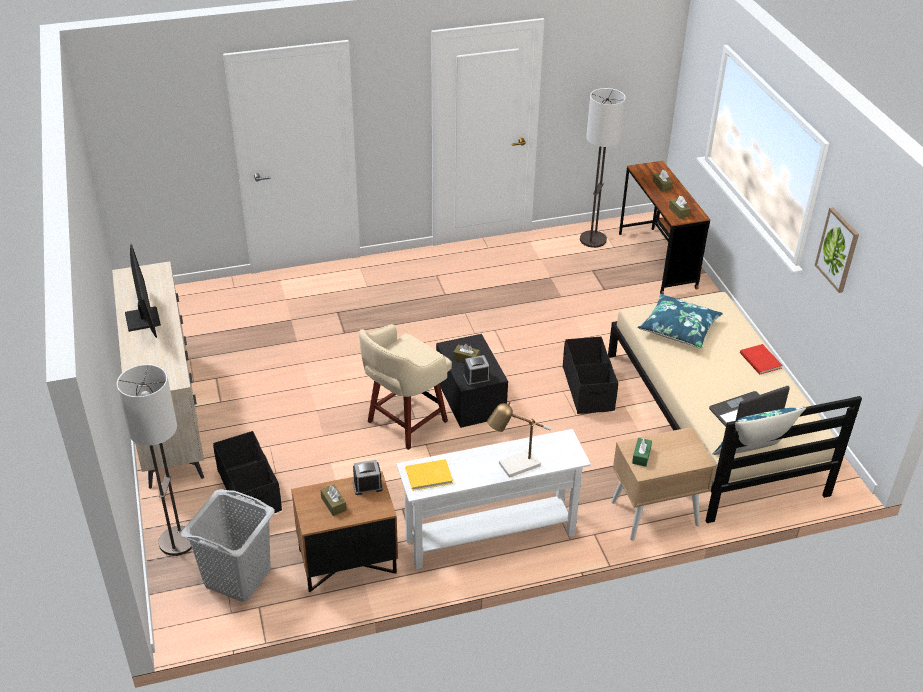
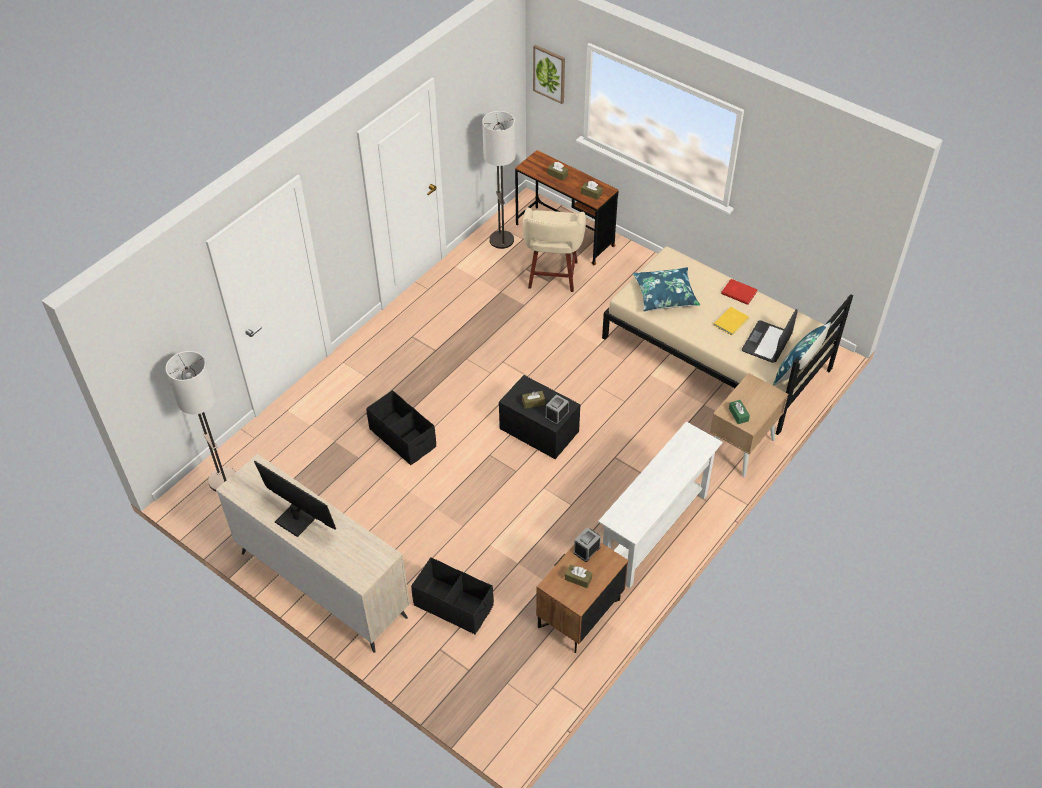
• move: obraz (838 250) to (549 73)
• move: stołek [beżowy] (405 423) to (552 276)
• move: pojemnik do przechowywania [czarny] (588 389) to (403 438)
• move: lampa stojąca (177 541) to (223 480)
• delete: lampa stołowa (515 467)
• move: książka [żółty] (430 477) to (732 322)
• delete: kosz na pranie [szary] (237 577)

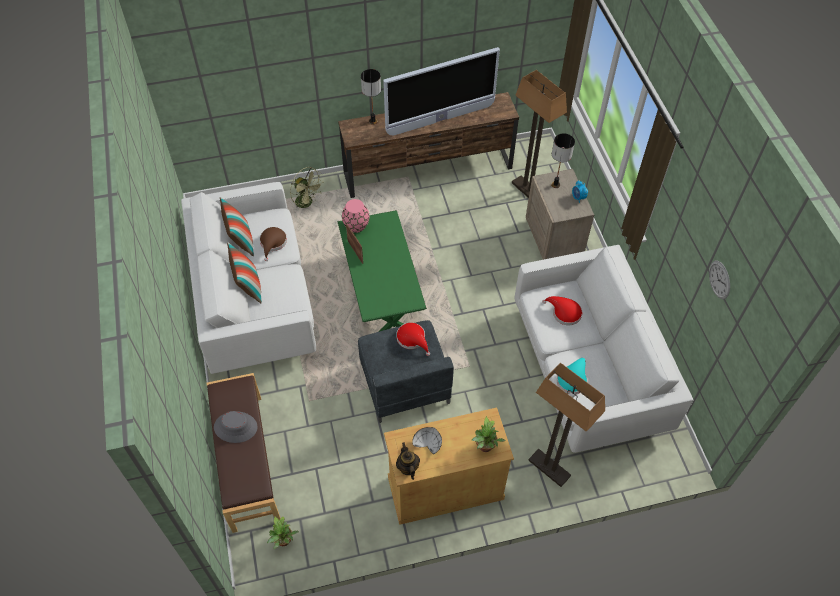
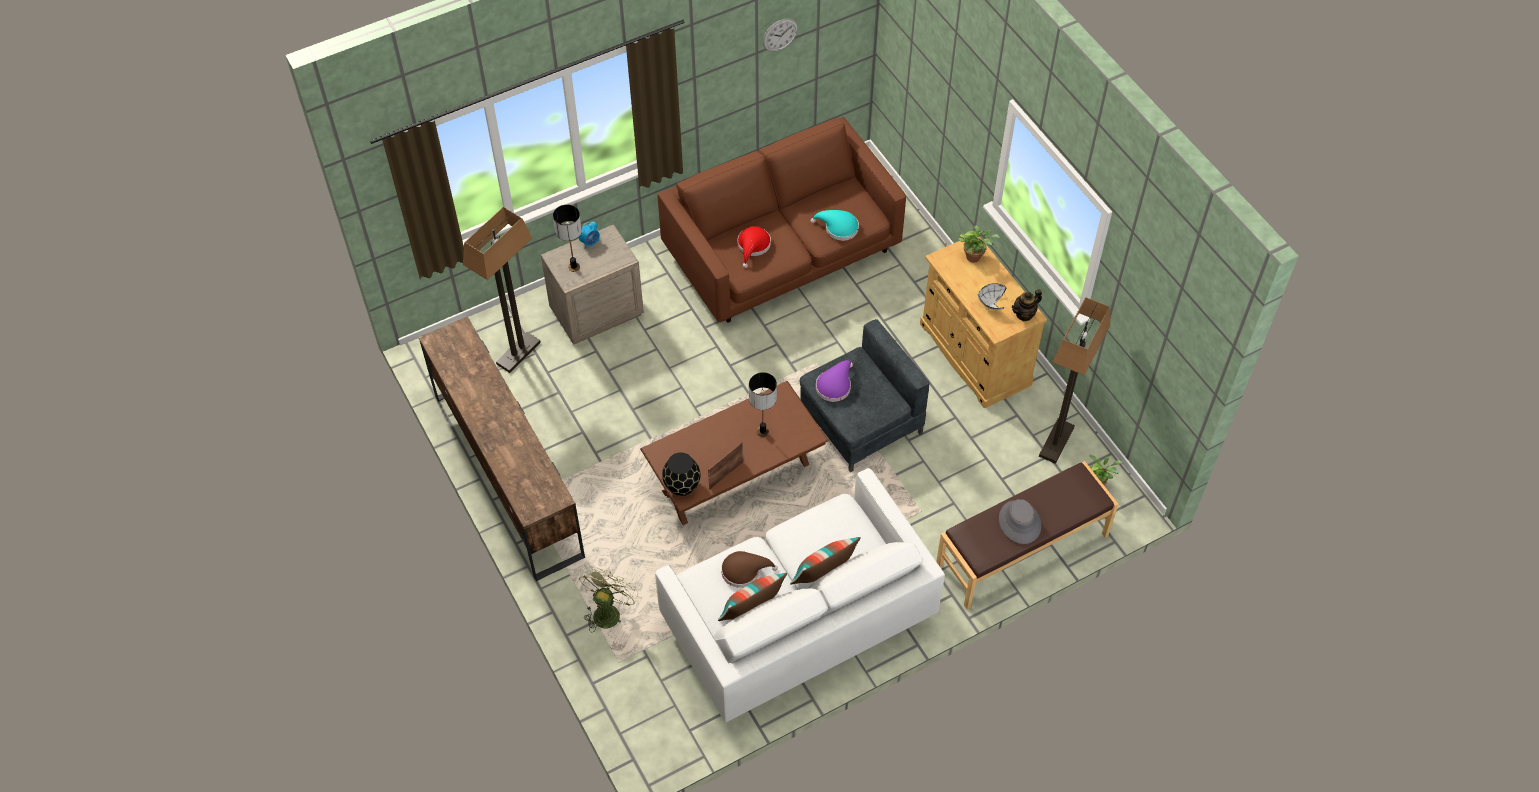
• delete: telewizor (440 120)
• move: lampa stołowa (373 121) to (763 432)
• recolor: wazon [różowy] (356 226) to wazon [czarny] (682 486)
• recolor: ława [zielony] (381 290) to ława [brązowy] (735 478)
• recolor: kanapa [biały] (587 370) to kanapa [brązowy] (782 254)
• recolor: kapelusz [czerwony] (412 339) to kapelusz [fioletowy] (834 385)
• move: lampa stojąca (548 468) to (1056 442)

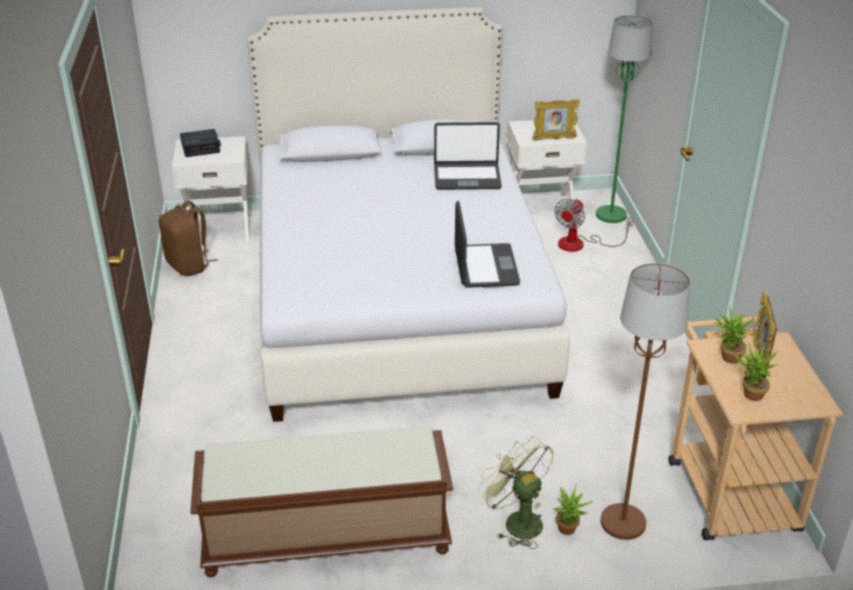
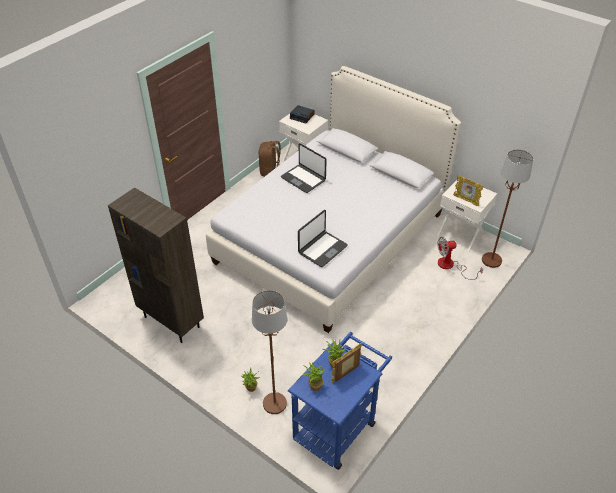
• recolor: lampa stojąca [zielony] (610 215) to lampa stojąca [brązowy] (491 260)
• move: laptop (467 177) to (303 179)
• recolor: wózek [beżowy] (727 486) to wózek [niebieski] (338 425)
• replace: ławka [brązowy] (325 538) to regał [brązowy] (171 322)
• delete: wentylator [zielony] (516 521)

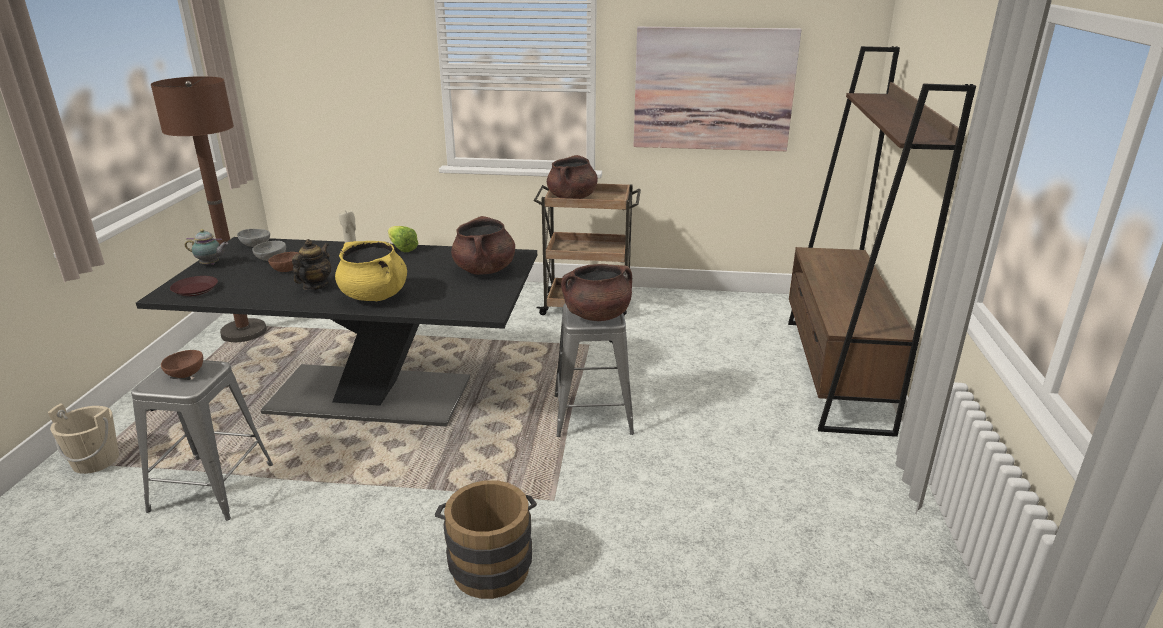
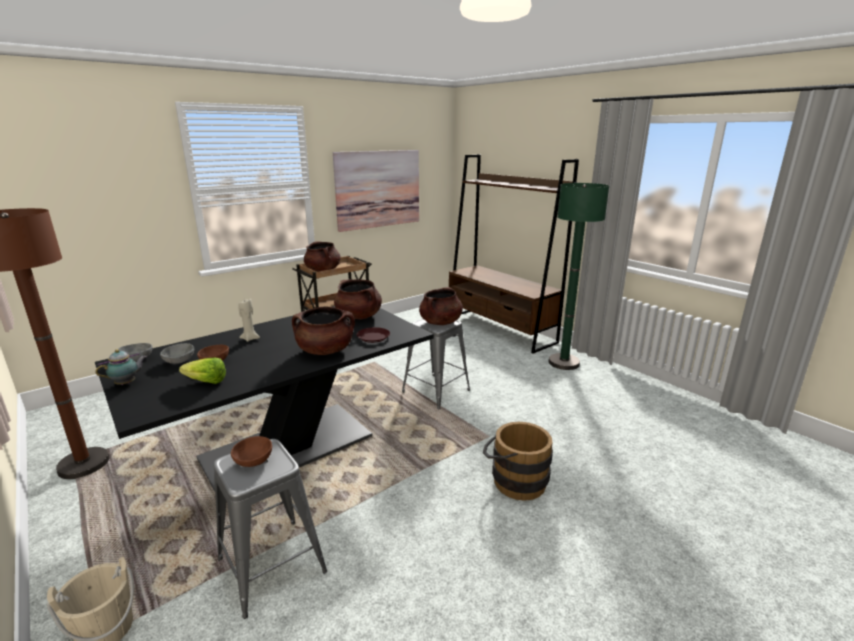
• move: sałata (401 247) to (203 381)
• delete: imbryk (315 286)
• recolor: garnek [żółty] (375 296) to garnek [brązowy] (325 350)
• move: talerz [brązowy] (195 289) to (374 337)
• insert: lampa stojąca [zielony] (563 363)

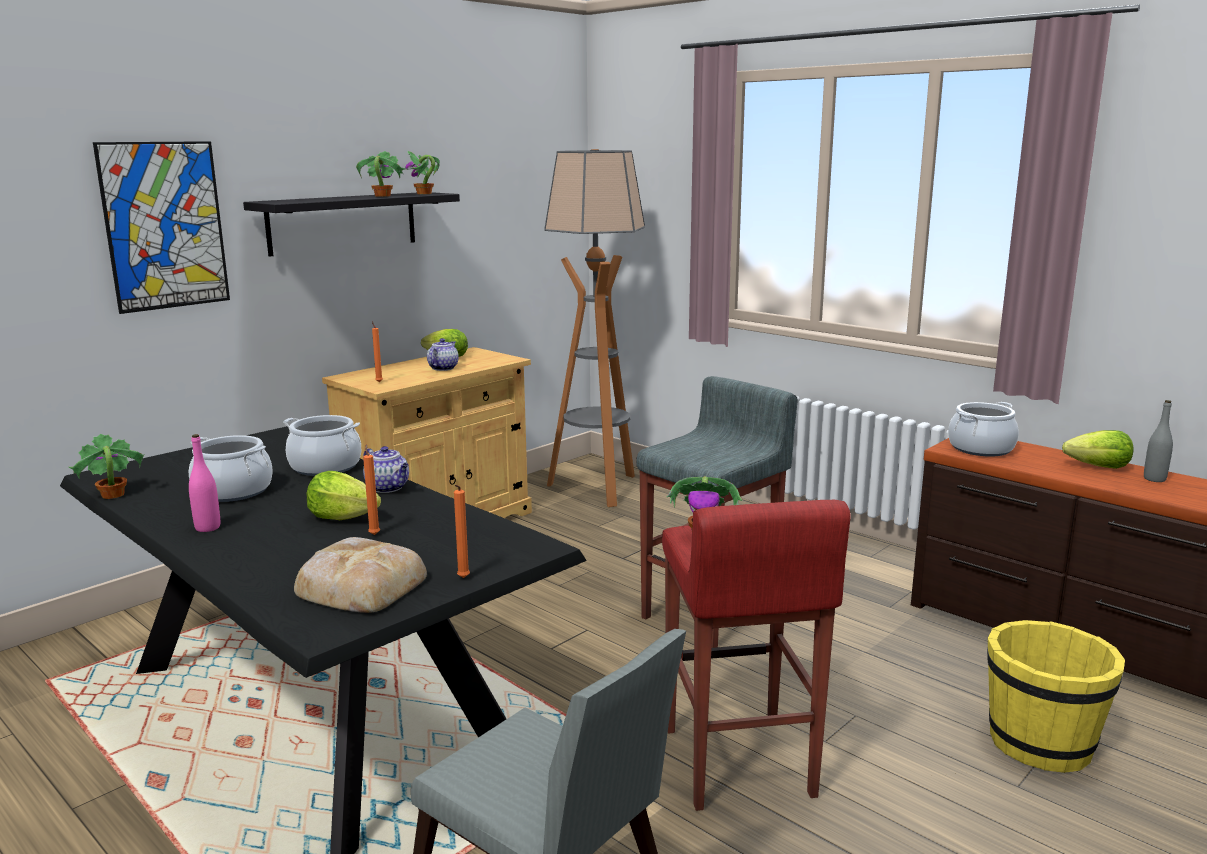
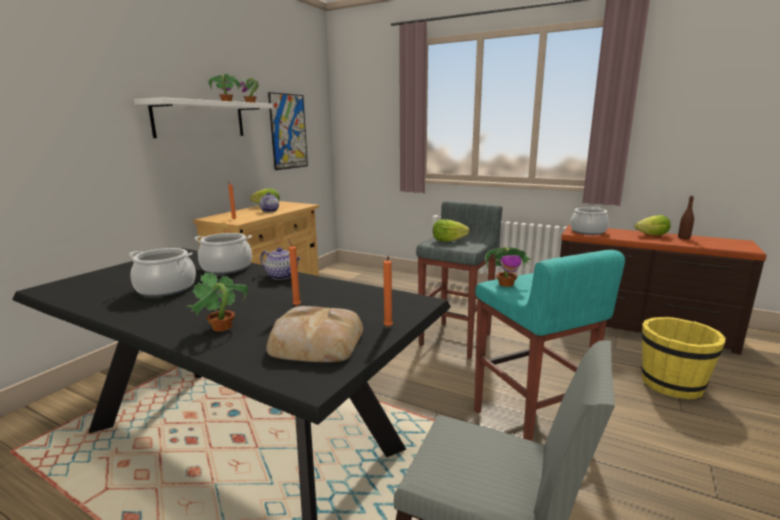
• move: obraz (165 226) to (288 131)
• delete: lampa stojąca (597 488)
• recolor: półka [czarny] (343 222) to półka [biały] (200 119)
• recolor: butelka [szary] (1154 479) to butelka [brązowy] (683 238)
• move: roślina doniczkowa (112 495) to (221 327)
• delete: butelka [różowy] (208 528)
• move: sałata (342 517) to (448 241)
• recolor: stołek [czerwony] (736 763) to stołek [turkusowy] (528 425)

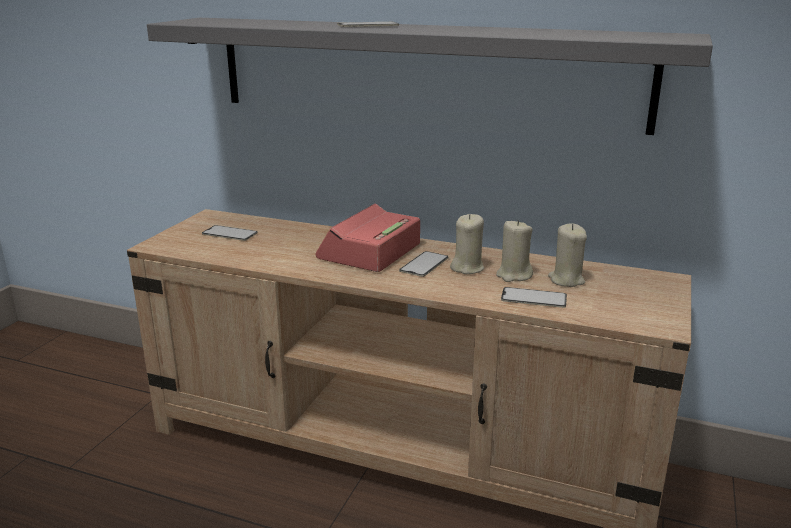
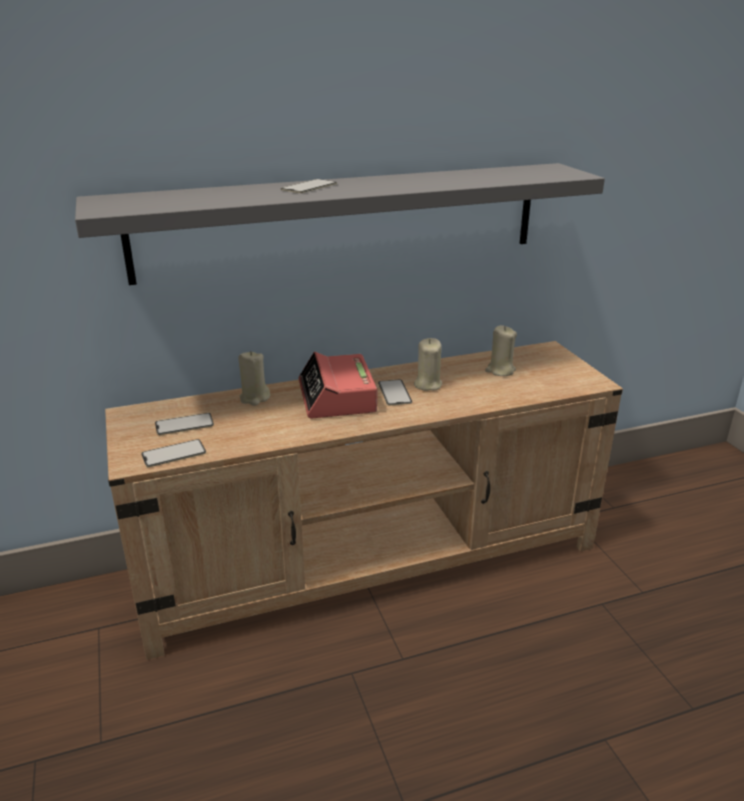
• move: świeca [beżowy] (513 275) to (254 398)
• move: telefon (533 298) to (173 453)

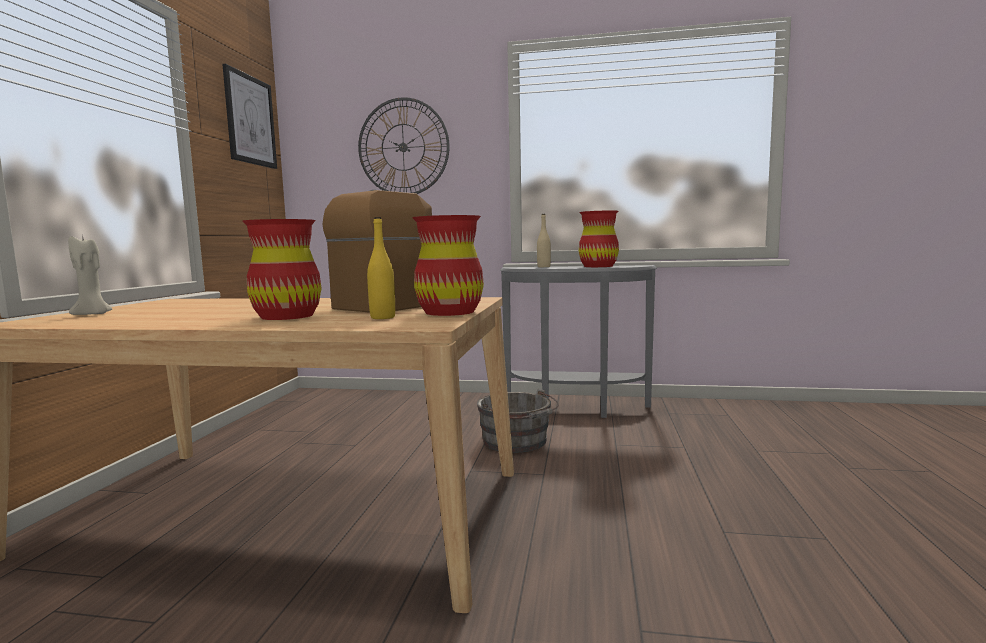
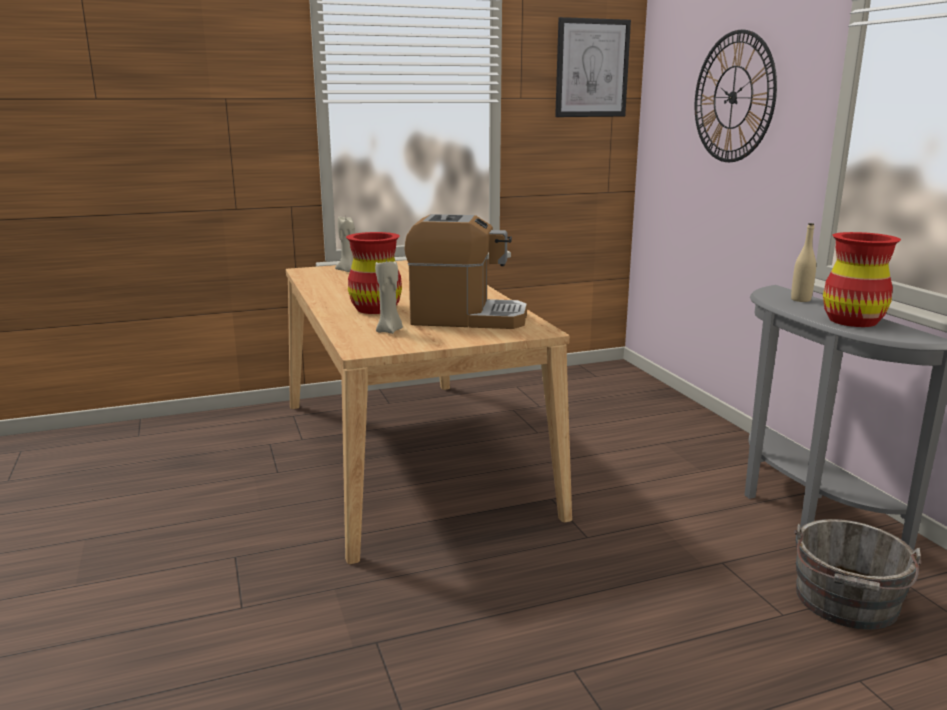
• delete: wazon [czerwony] (450 312)
• replace: butelka [żółty] (382 317) to świeca [beżowy] (390 331)
• move: wiadro [szary] (517 442) to (846 603)

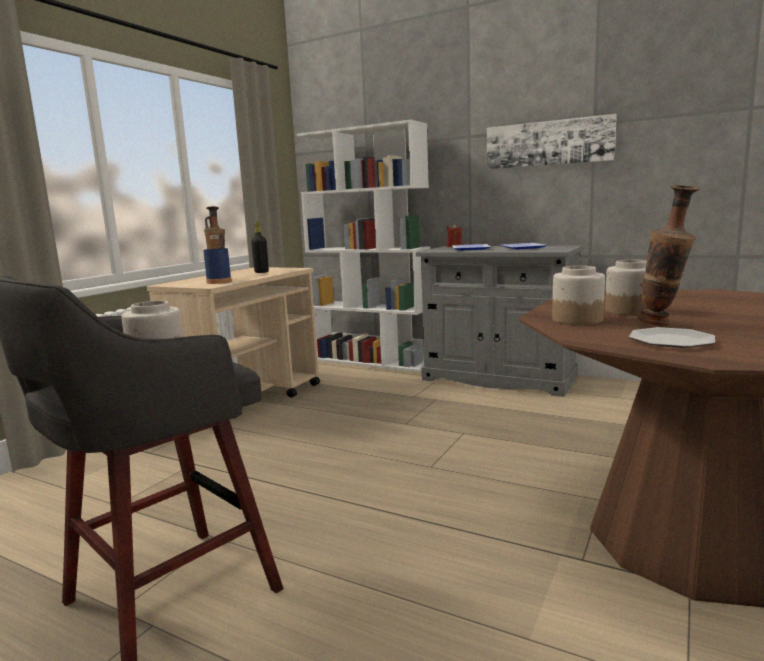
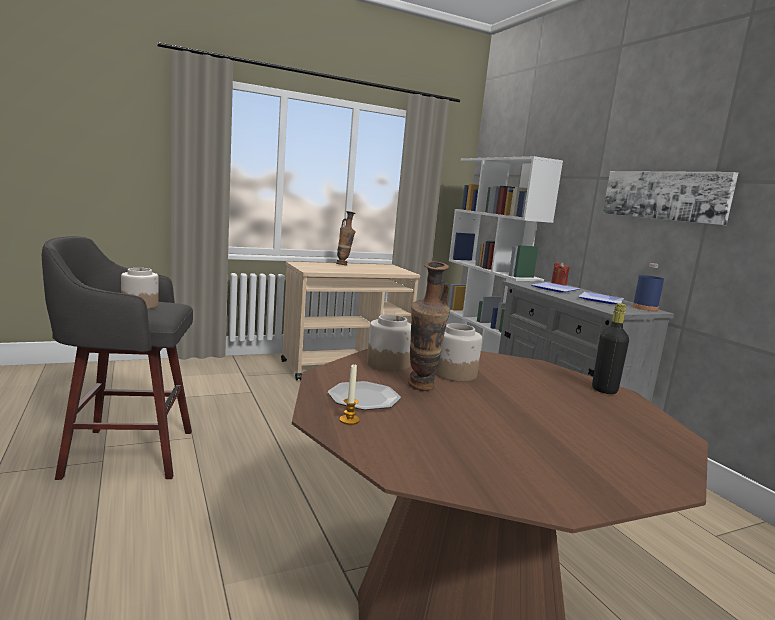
• move: butelka [czarny] (261 272) to (604 390)
• move: butelka [niebieski] (219 282) to (645 308)
• insert: świeca (349 420)

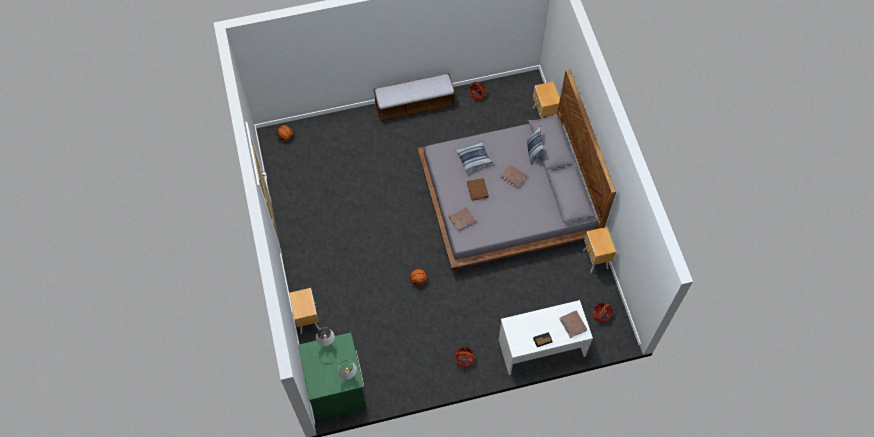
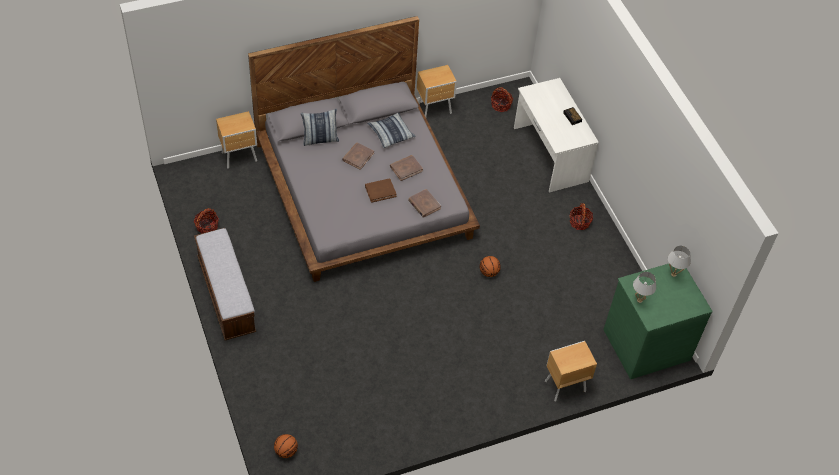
• move: poduszka (474 158) to (391 133)
• move: książka [brązowy] (573 324) to (406 168)

